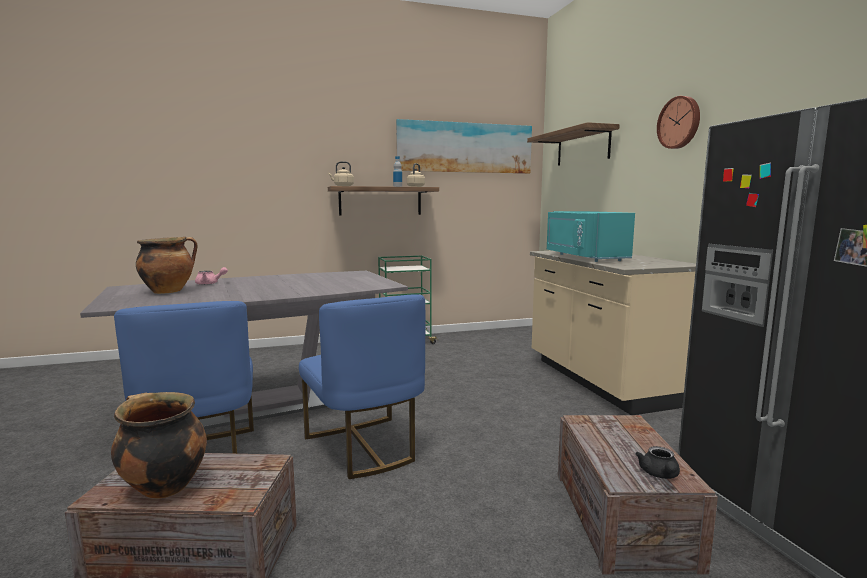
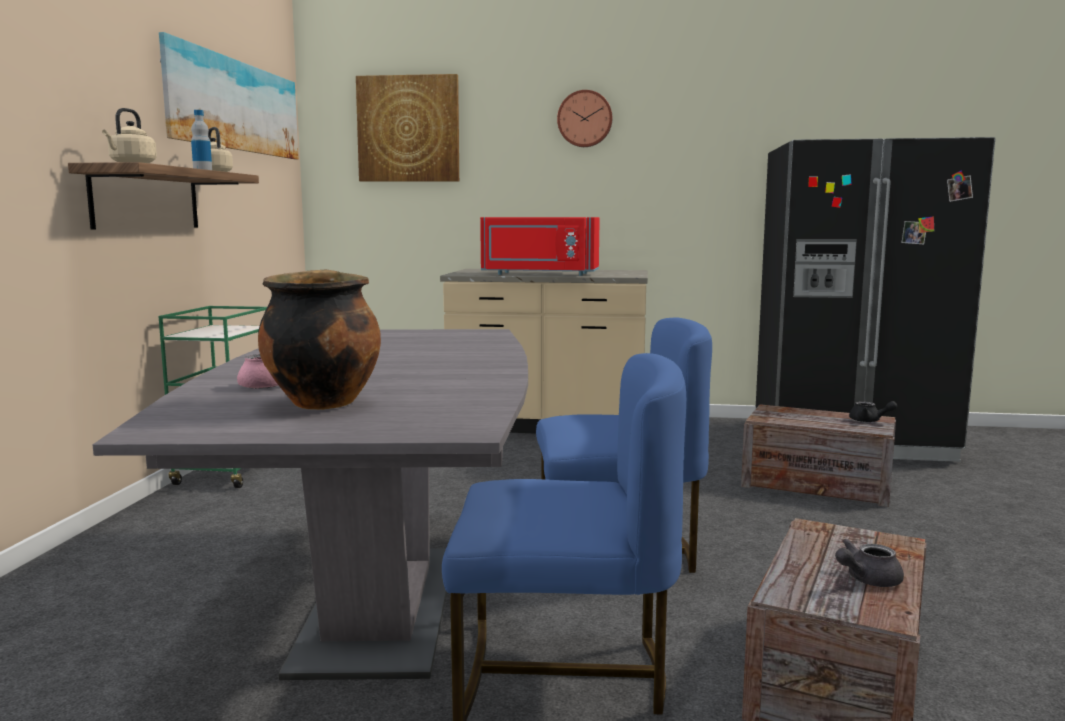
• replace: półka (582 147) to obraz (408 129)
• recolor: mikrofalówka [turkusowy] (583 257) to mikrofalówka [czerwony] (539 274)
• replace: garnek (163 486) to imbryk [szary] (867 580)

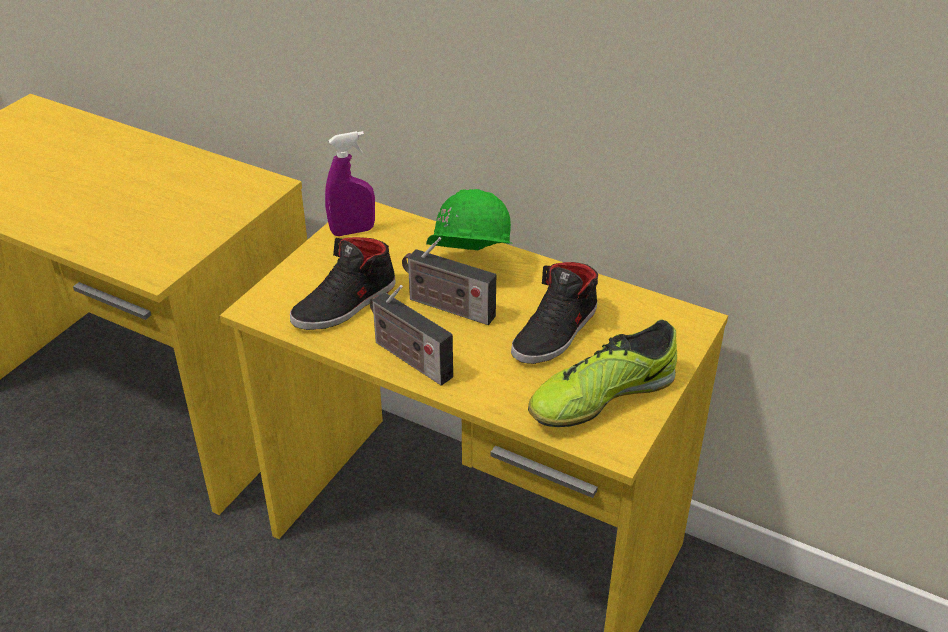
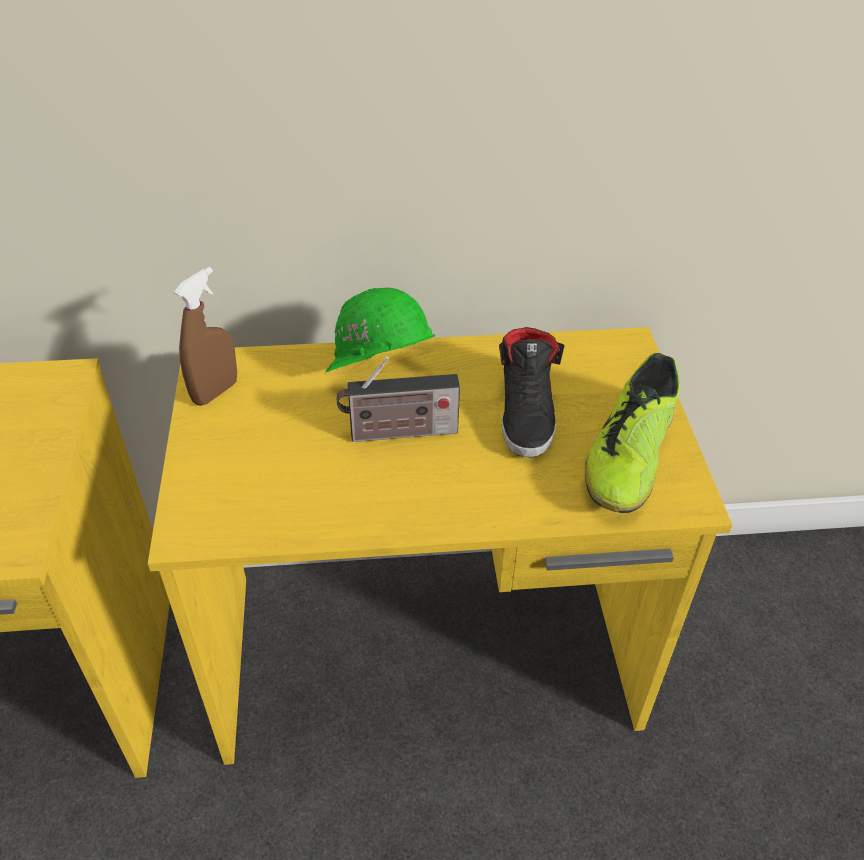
• recolor: spryskiwacz [fioletowy] (352 231) to spryskiwacz [brązowy] (215 392)
• delete: but [czarny] (345 304)
• delete: radio (409 358)

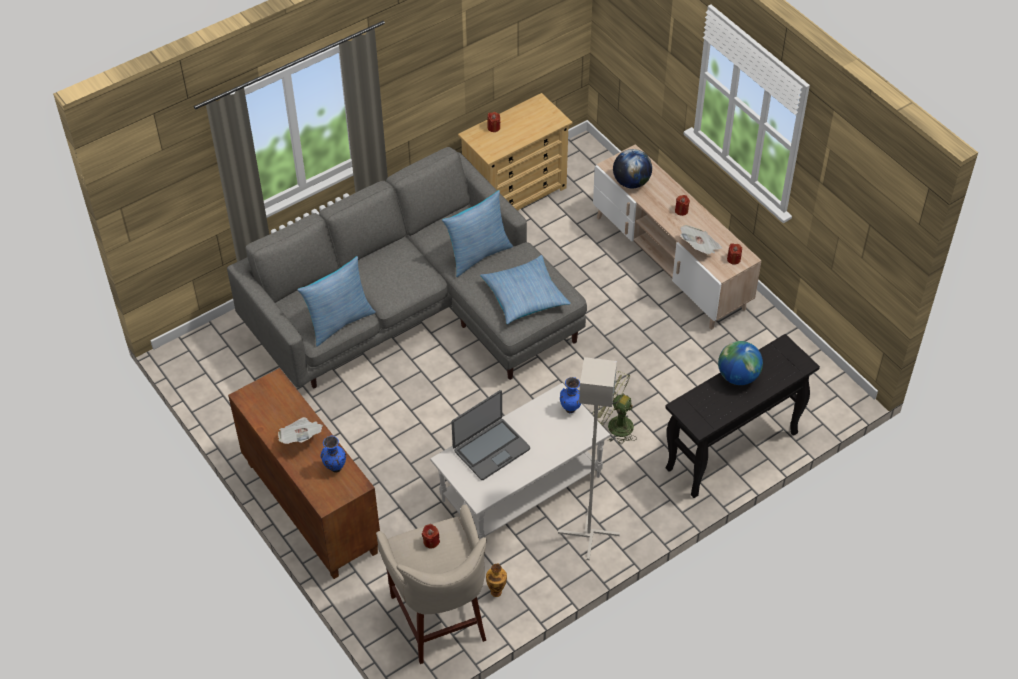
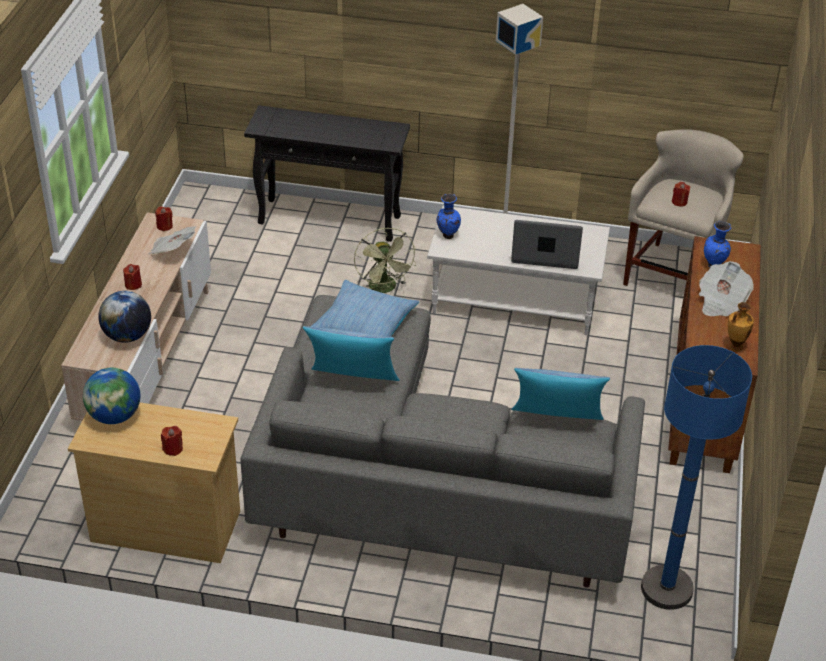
• move: globus (738 376) to (115 416)
• move: wazon (496 591) to (735 347)
• insert: lampa stojąca [niebieski] (666 589)

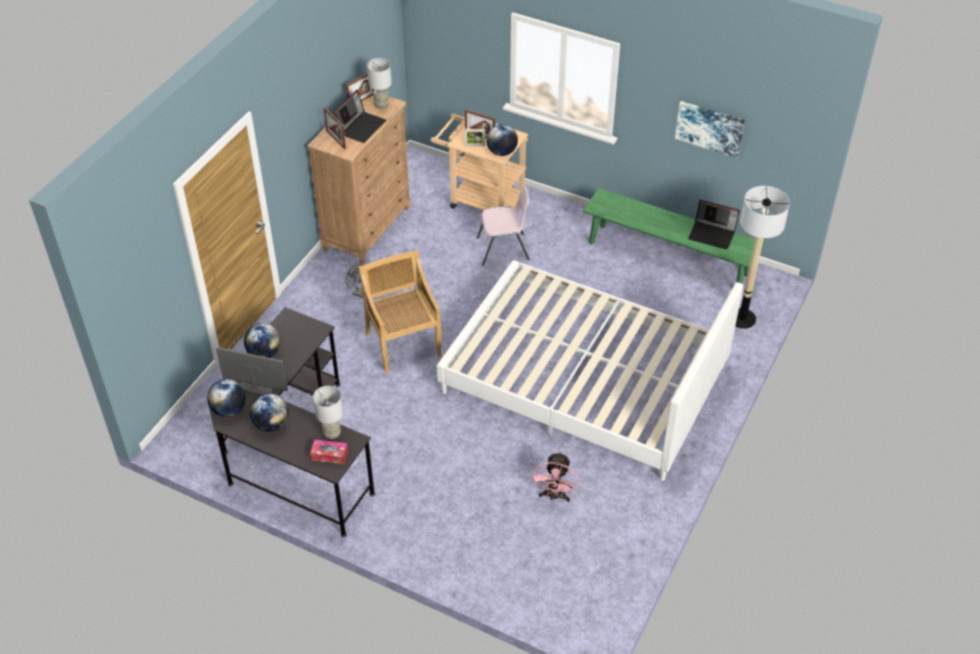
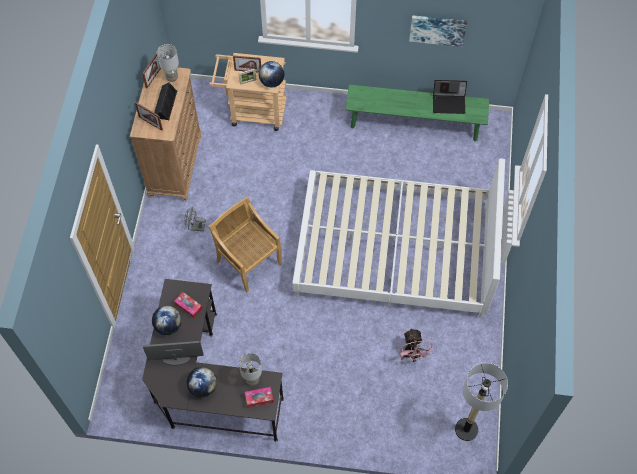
• replace: laptop (361 126) to głośnik [czarny] (165 104)
• move: lampa stojąca (742 319) to (466 429)
• delete: krzesło [różowy] (504 249)
• delete: globus (229 410)
• insert: pudełko chusteczek (188 306)

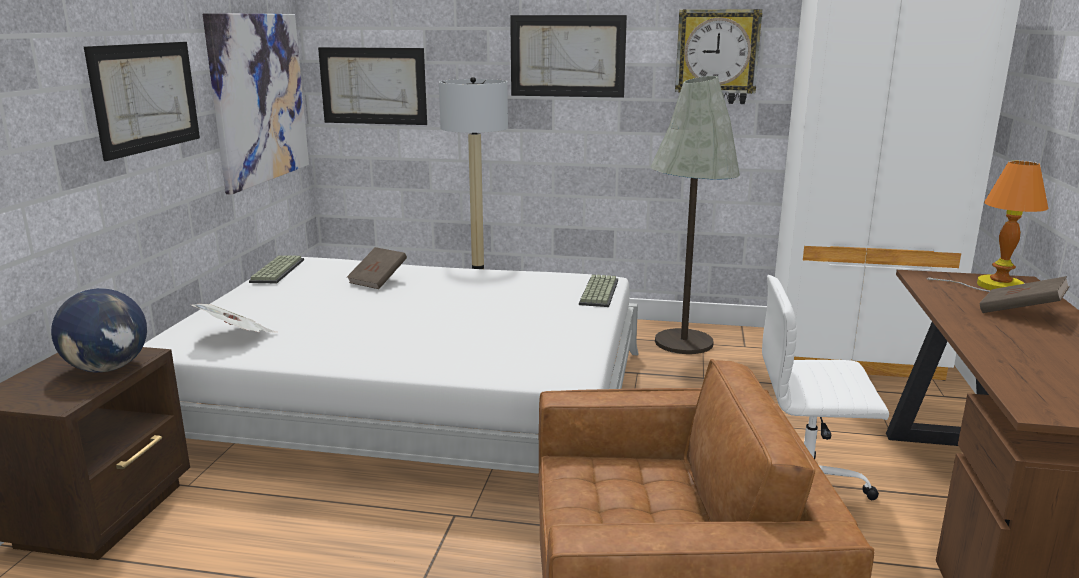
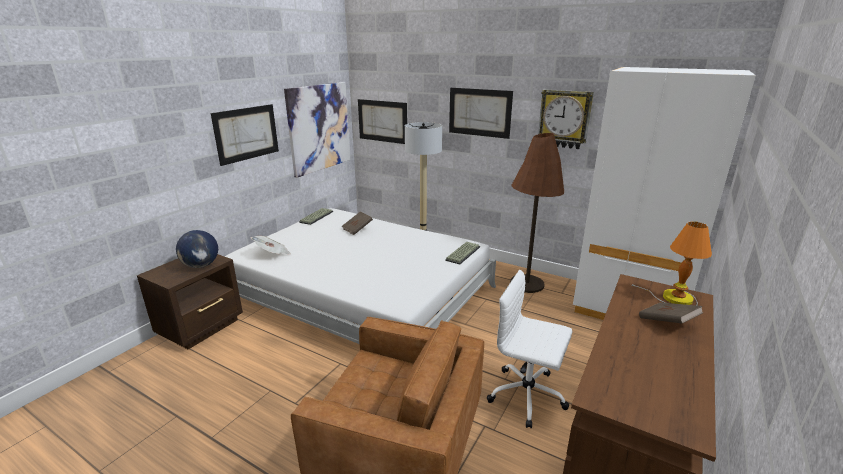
• recolor: lampa stojąca [szary] (683 342) to lampa stojąca [brązowy] (527 284)

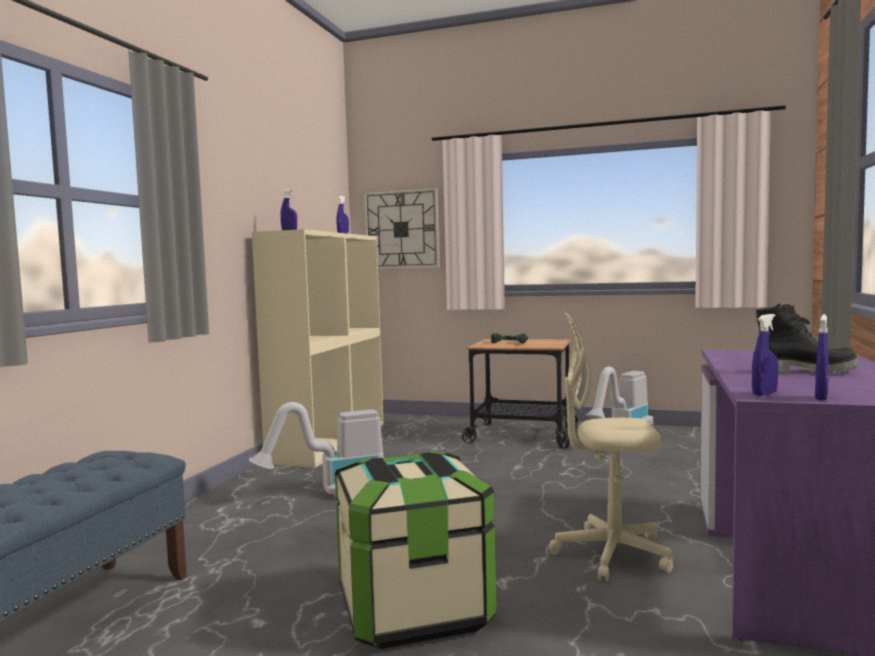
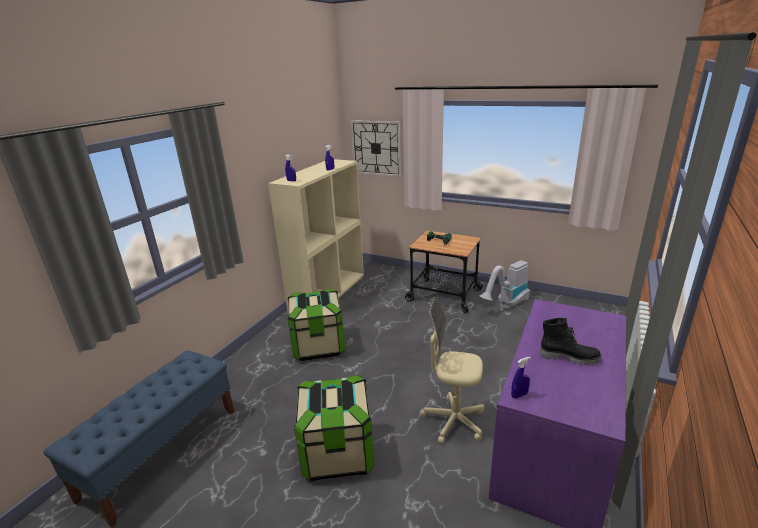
• delete: spryskiwacz [niebieski] (821 397)
• replace: odkurzacz (332 493) to pojemnik do przechowywania (318 346)

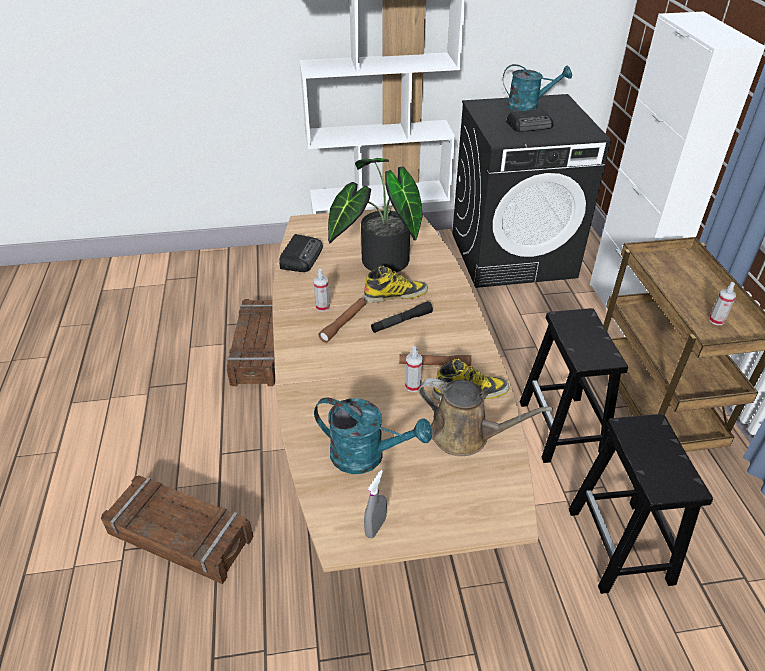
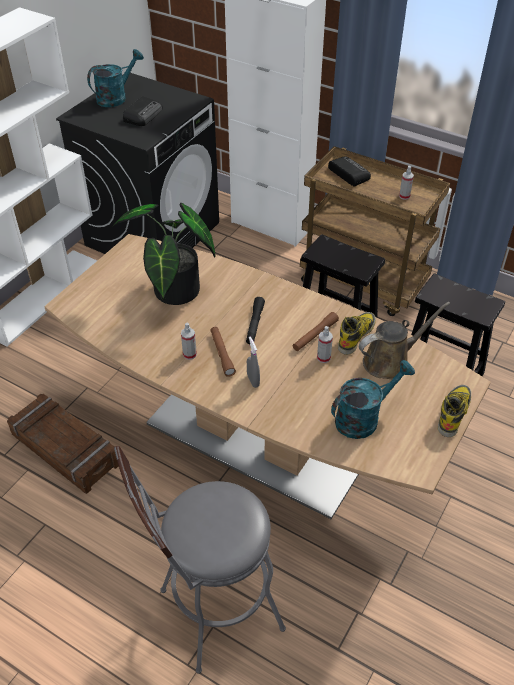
• move: radio (301 257) to (348 173)
• move: but z cholewką (395 294) to (453 412)
• move: spryskiwacz [szary] (375 527) to (253 380)
• replace: skrzynka (181 535) to stołek [szary] (211 614)

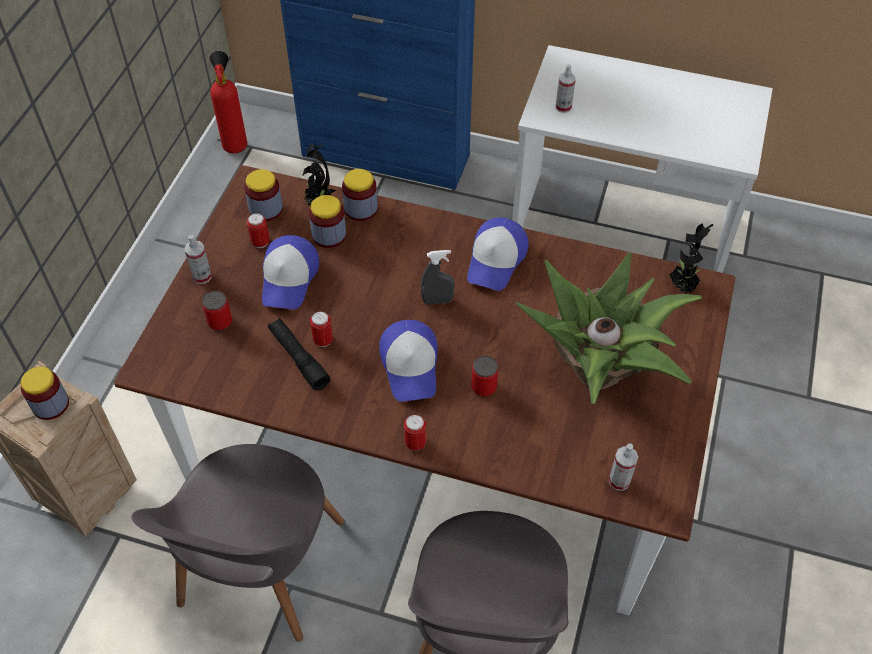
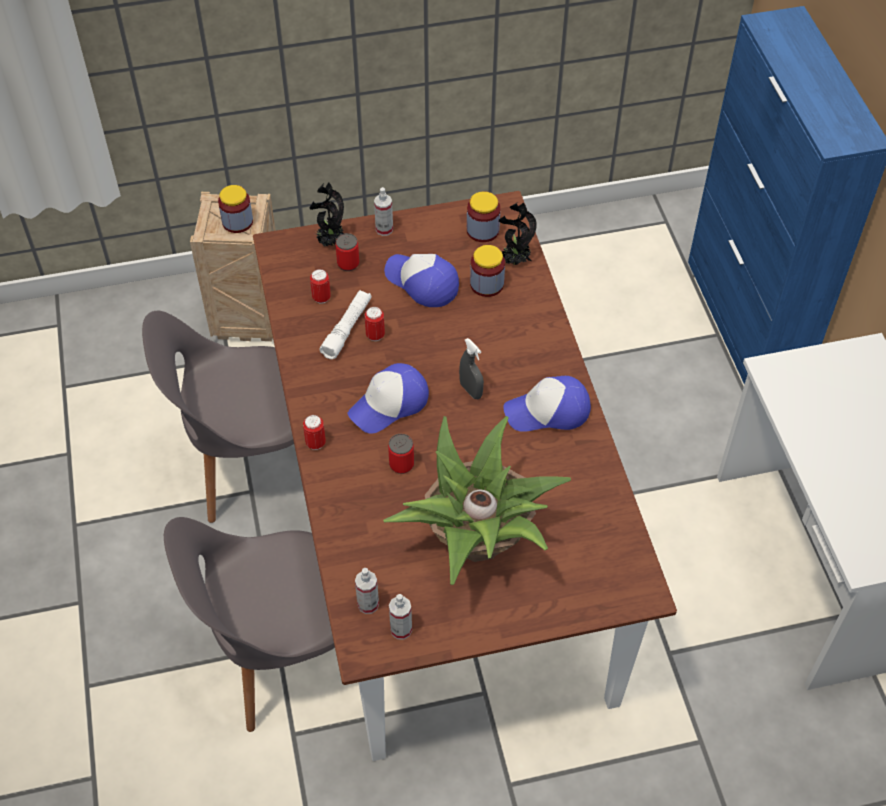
• delete: gaśnica (235 143)
• move: spryskiwacz (563 107) to (401 629)
• delete: słoik (361 209)
• move: puszka (260 242) to (321 298)
• move: roślina doniczkowa (683 287) to (330 242)
• rotate: czapka z daszkiem (289 278) = (422 283) 60 degrees clockwise
• recolor: latarka [czarny] (298 358) to latarka [biały] (347 329)

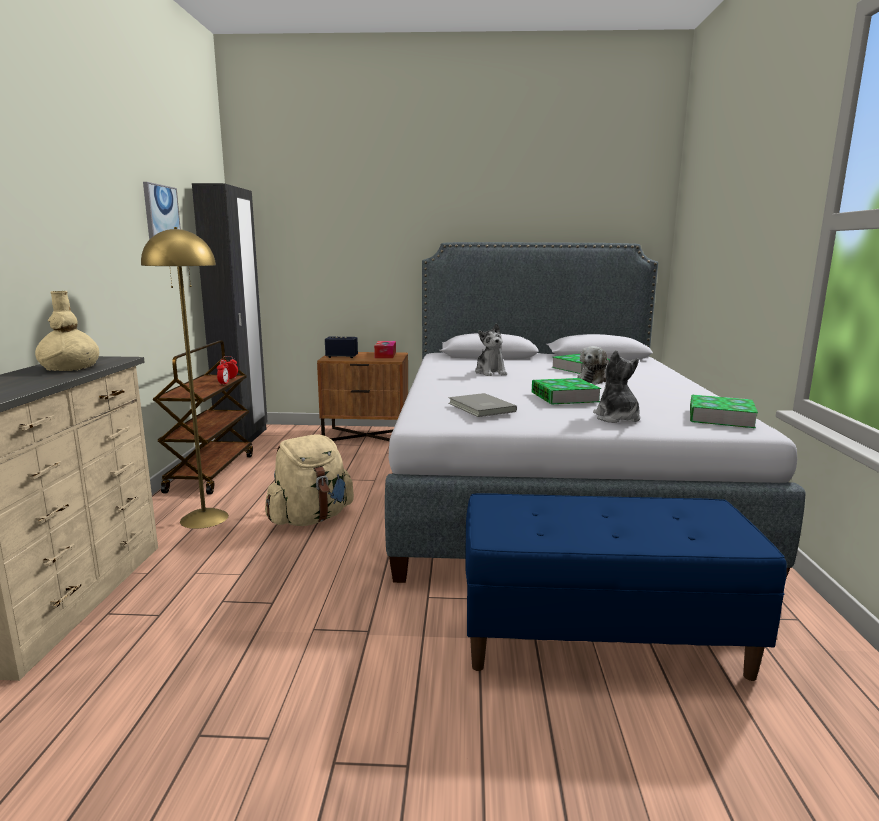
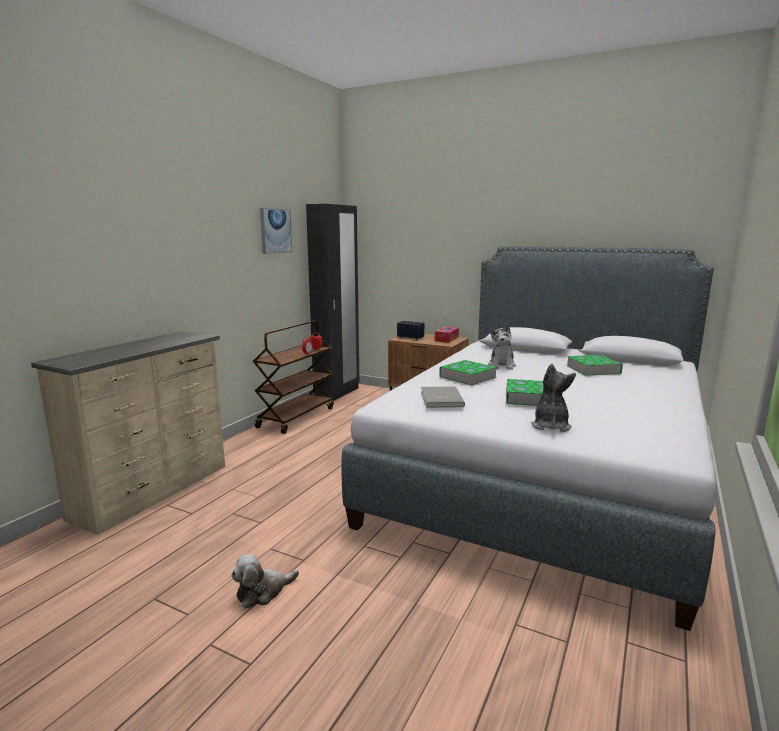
• delete: lampa stojąca [żółty] (204 518)
• delete: wazon [beżowy] (70 367)
• move: pluszak (594 379) to (263 592)
• move: książka (720 417) to (467 377)
• delete: plecak [beżowy] (311 519)
• delete: ławka [niebieski] (601 637)

